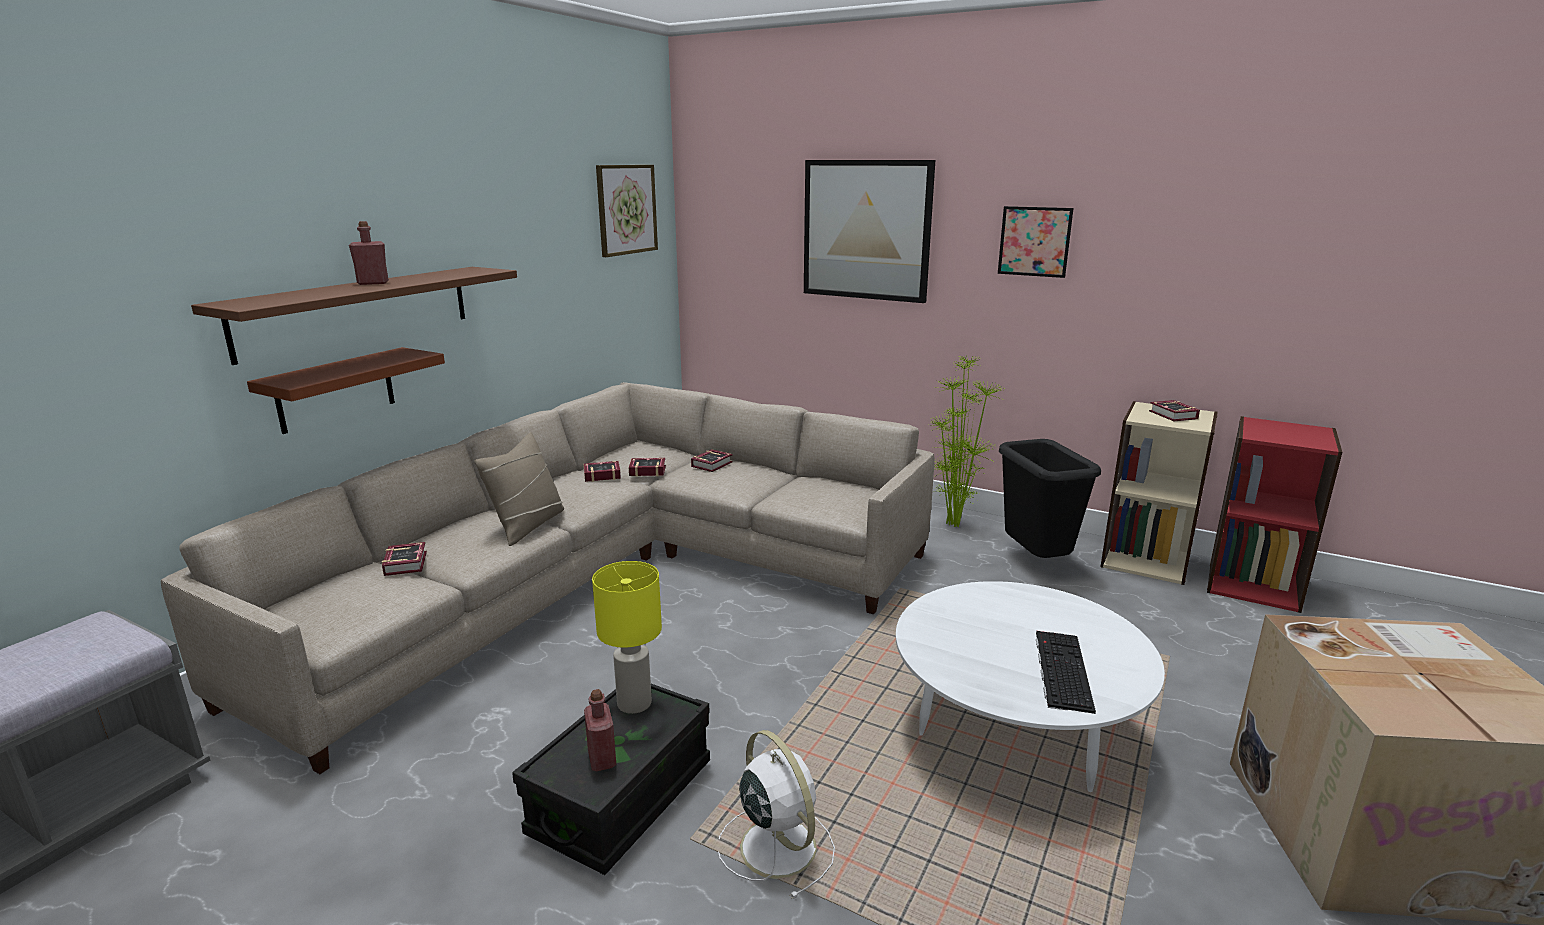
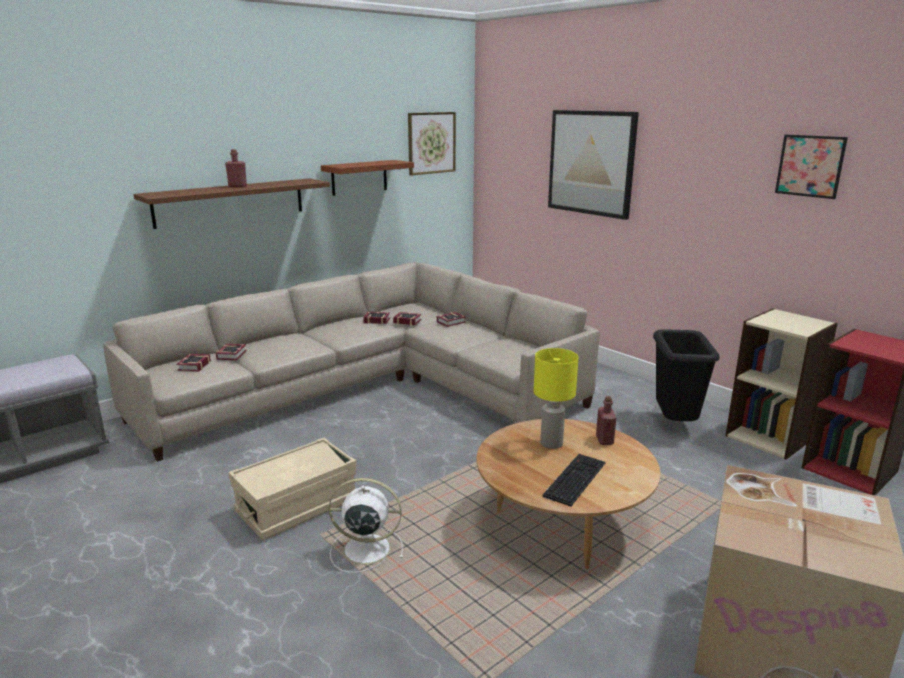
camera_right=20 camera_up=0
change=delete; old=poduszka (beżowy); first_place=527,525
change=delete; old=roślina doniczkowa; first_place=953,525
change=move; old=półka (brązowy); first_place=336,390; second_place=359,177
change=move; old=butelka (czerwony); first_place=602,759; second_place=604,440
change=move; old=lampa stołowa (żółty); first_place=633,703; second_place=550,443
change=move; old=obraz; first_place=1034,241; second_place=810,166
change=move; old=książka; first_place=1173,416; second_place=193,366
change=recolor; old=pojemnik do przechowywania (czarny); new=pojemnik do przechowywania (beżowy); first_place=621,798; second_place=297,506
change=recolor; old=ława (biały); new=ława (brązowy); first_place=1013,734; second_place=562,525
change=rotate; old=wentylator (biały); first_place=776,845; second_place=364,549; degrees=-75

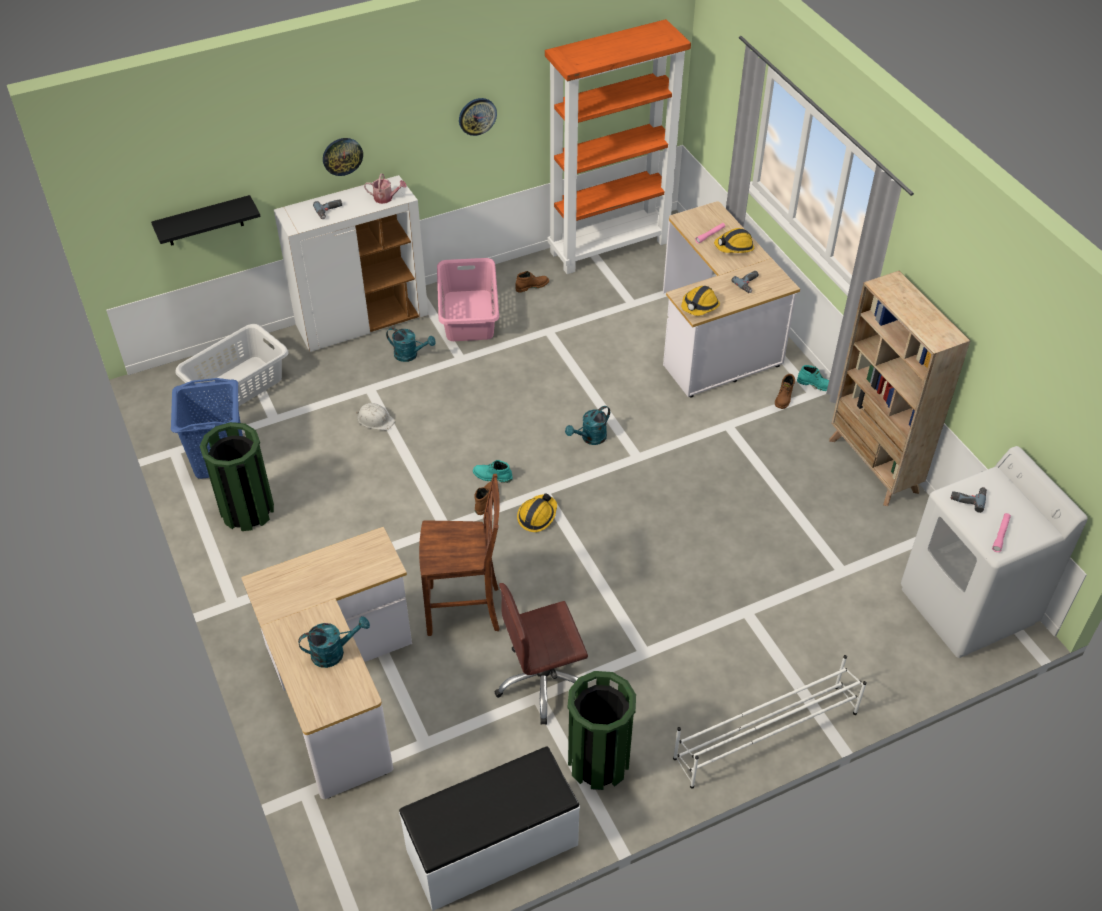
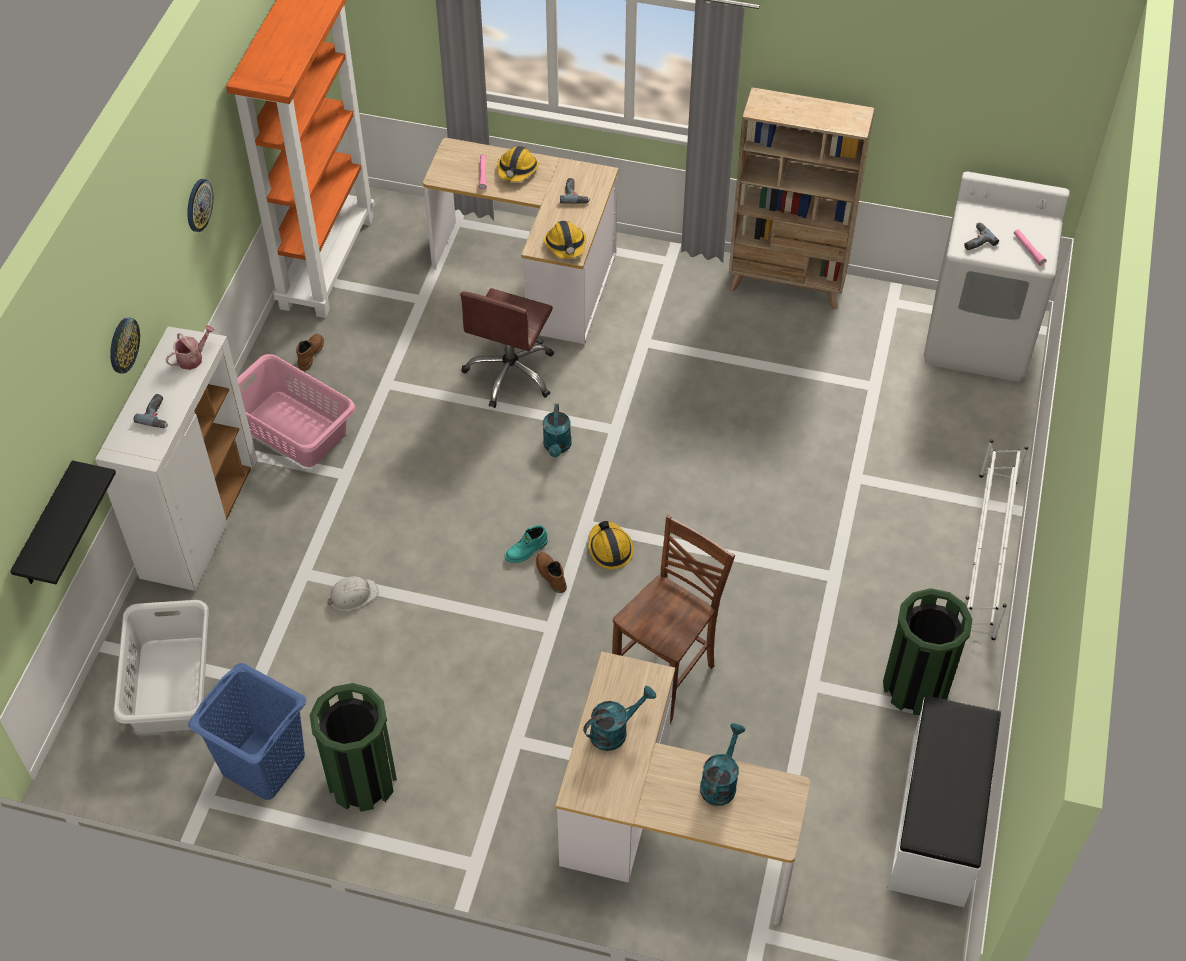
camera_right=-50 camera_up=5
change=delete; old=but z cholewką (brązowy); first_place=784,398
change=delete; old=but z cholewką (turkusowy); first_place=815,384
change=move; old=konewka (turkusowy); first_place=410,355; second_place=615,731
change=move; old=krzesło biurowe (brązowy); first_place=543,682; second_place=511,373

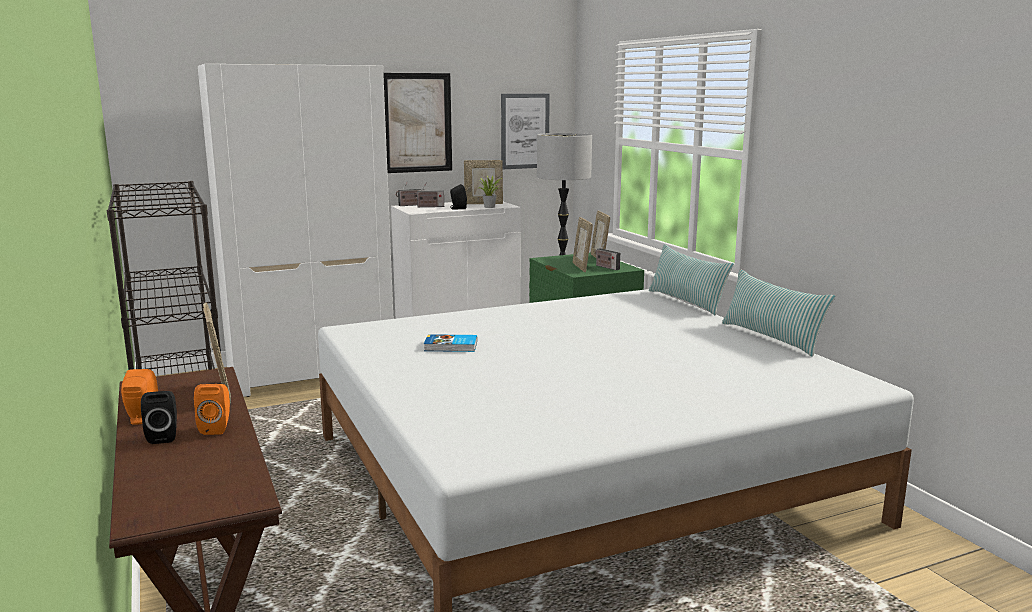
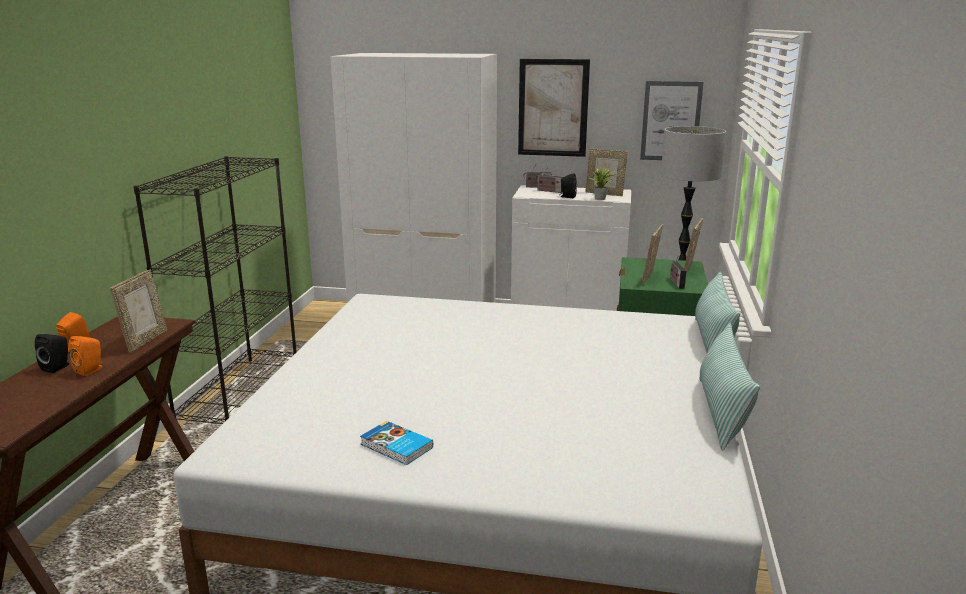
camera_right=35 camera_up=5
change=move; old=książka; first_place=451,346; second_place=396,446

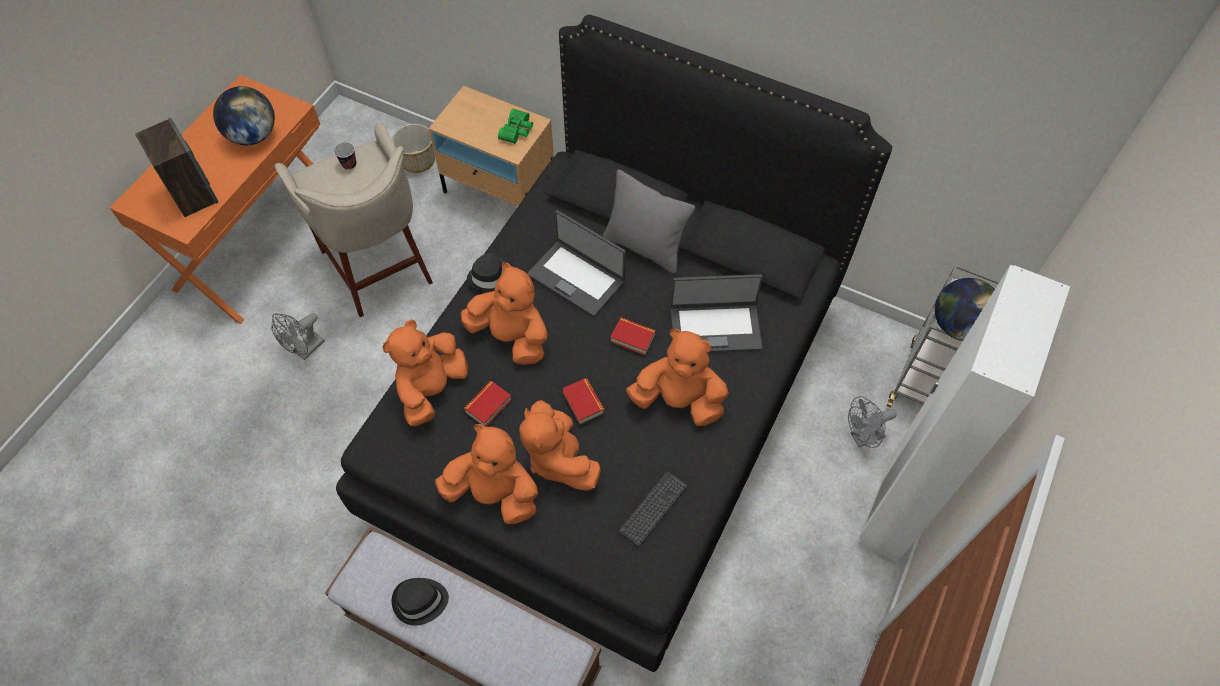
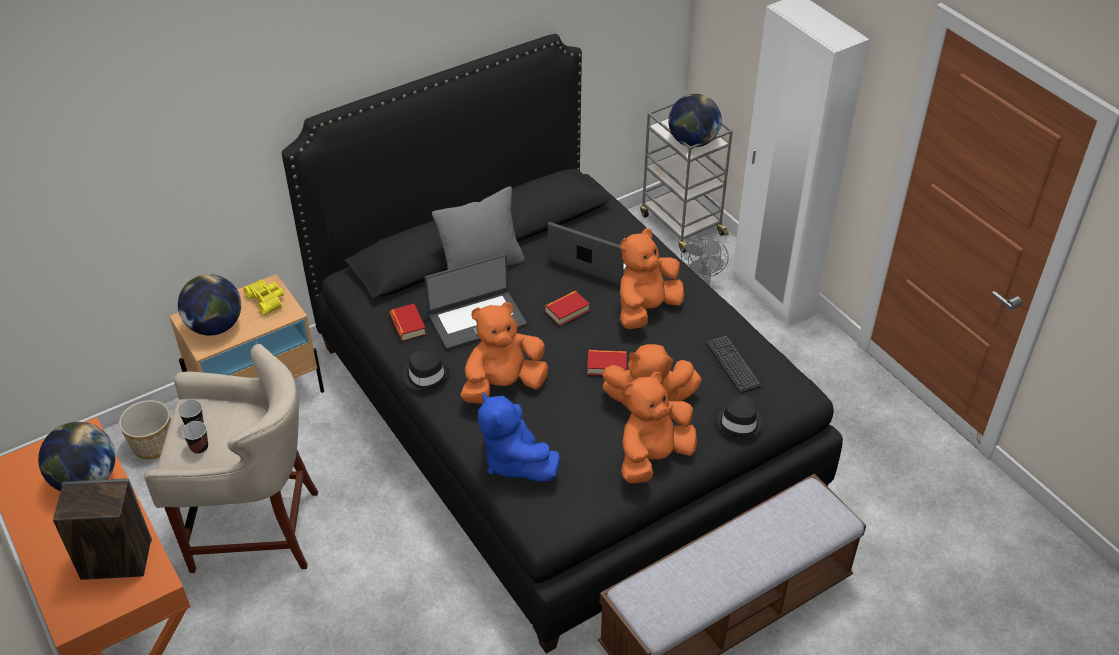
camera_right=-60 camera_up=-15
change=delete; old=wentylator (szary); first_place=306,350
change=insert; new=globus; second_place=215,326
change=insert; new=filiżanka; second_place=199,447
change=move; old=kapelusz (czarny); first_place=420,601; second_place=740,422
change=move; old=książka; first_place=488,406; second_place=408,326
change=recolor; old=pluszak (pomarańczowy); new=pluszak (niebieski); first_place=432,388; second_place=514,461
change=recolor; old=lornetka (zielony); new=lornetka (żółty); first_place=518,131; second_place=267,300
change=rotate; old=laptop; first_place=715,327; second_place=594,260; degrees=-90

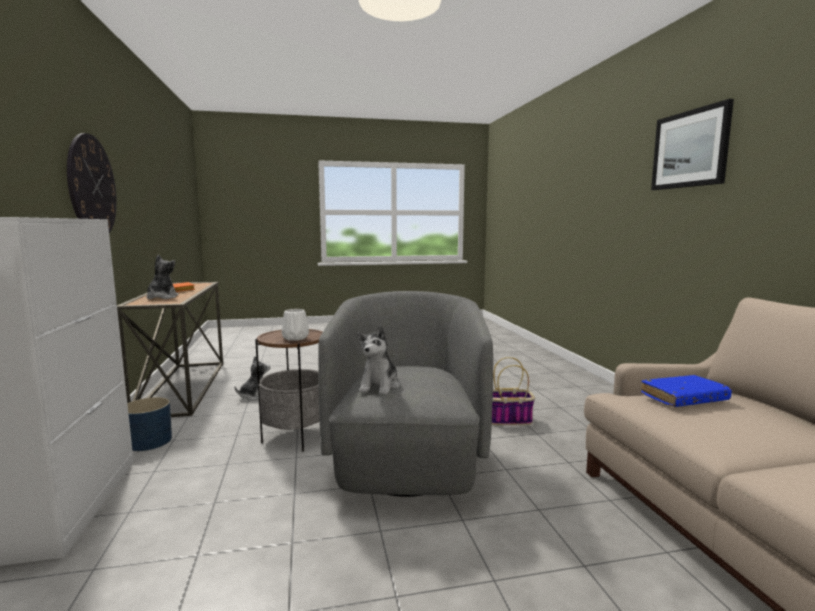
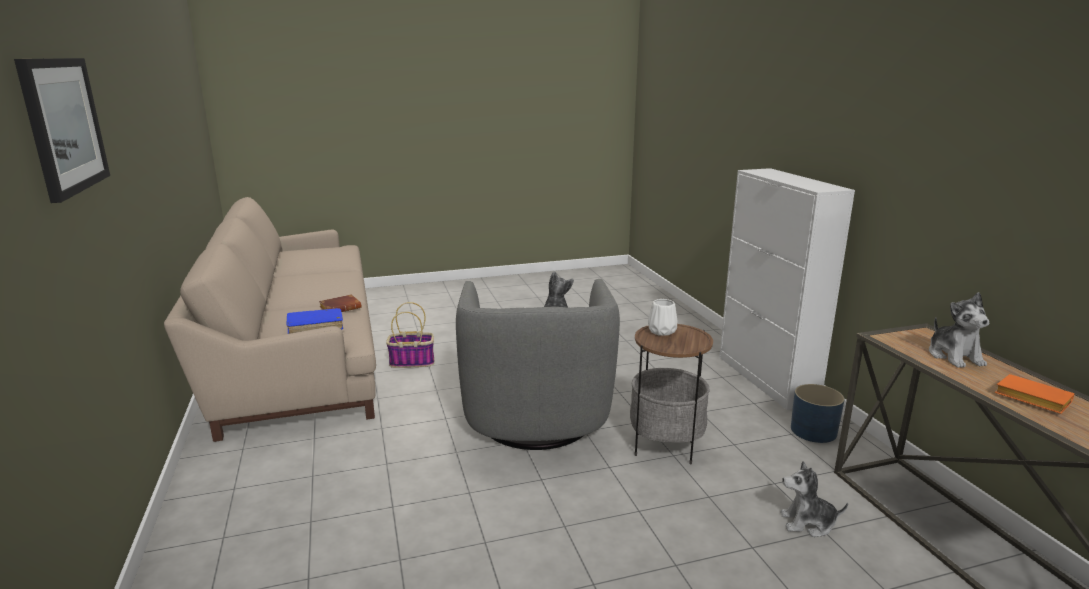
camera_right=175 camera_up=10
change=delete; old=zegar ścienny; first_place=92,187
change=insert; new=książka (brązowy); second_place=341,308
change=move; old=koszyk; first_place=507,420; second_place=413,362
change=rotate; old=pluszak; first_place=254,396; second_place=808,523; degrees=60

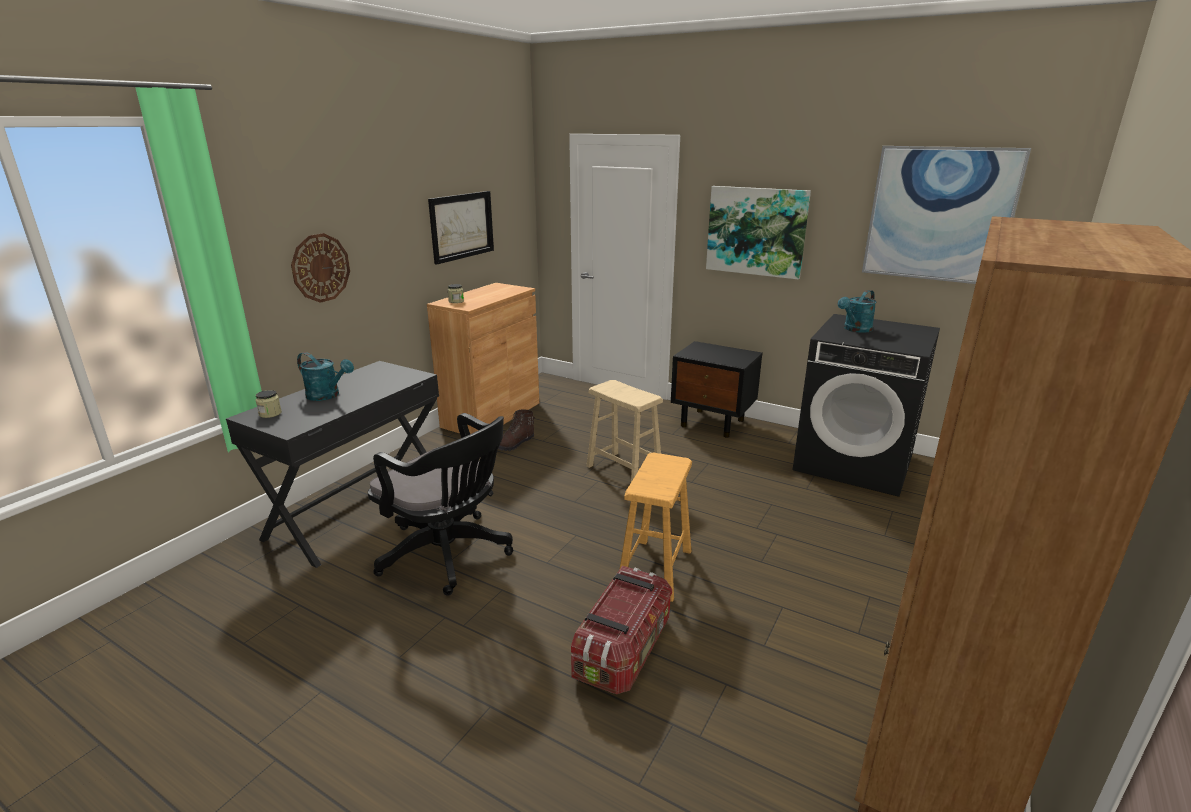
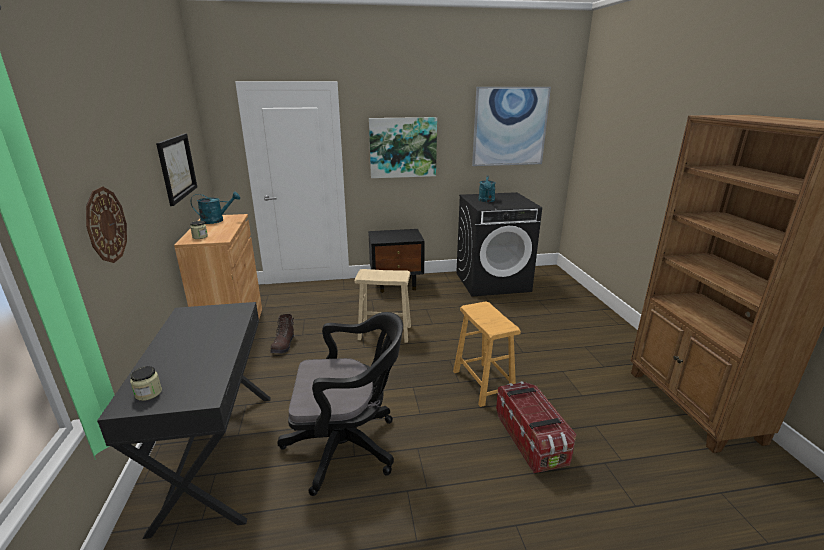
camera_right=-40 camera_up=0
change=move; old=konewka (turkusowy); first_place=327,396; second_place=217,220

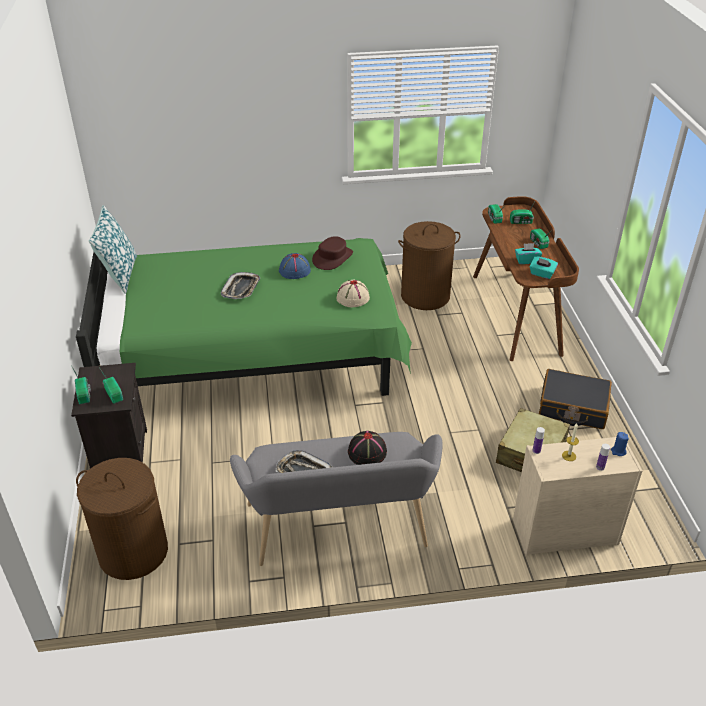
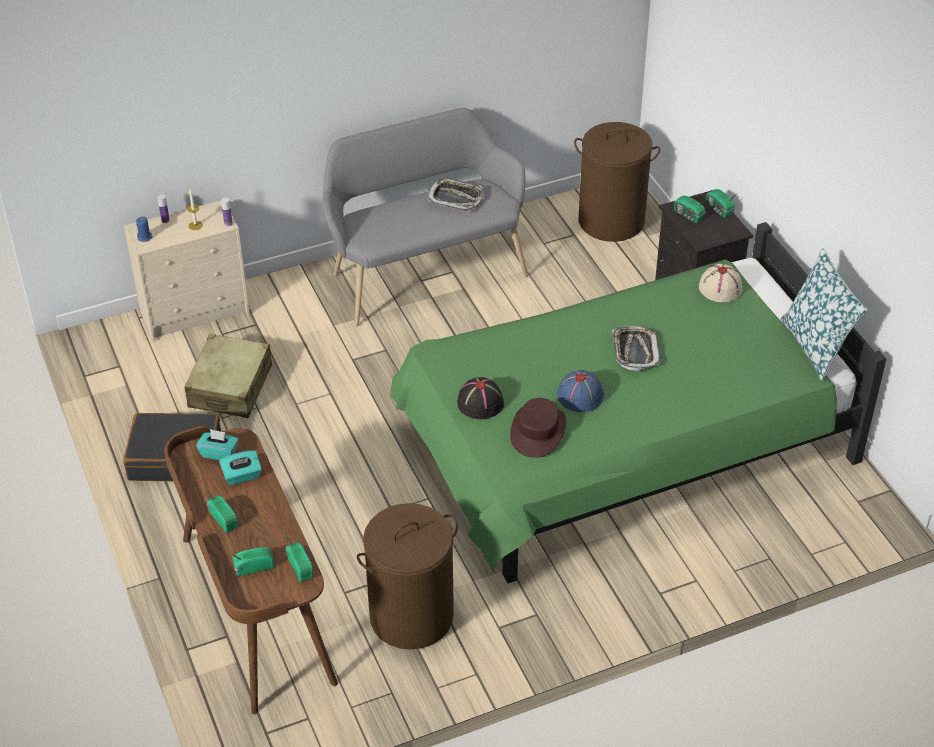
camera_right=165 camera_up=5
change=move; old=kapelusz (beżowy); first_place=352,298; second_place=720,287
change=move; old=kapelusz (czarny); first_place=367,452; second_place=480,402

